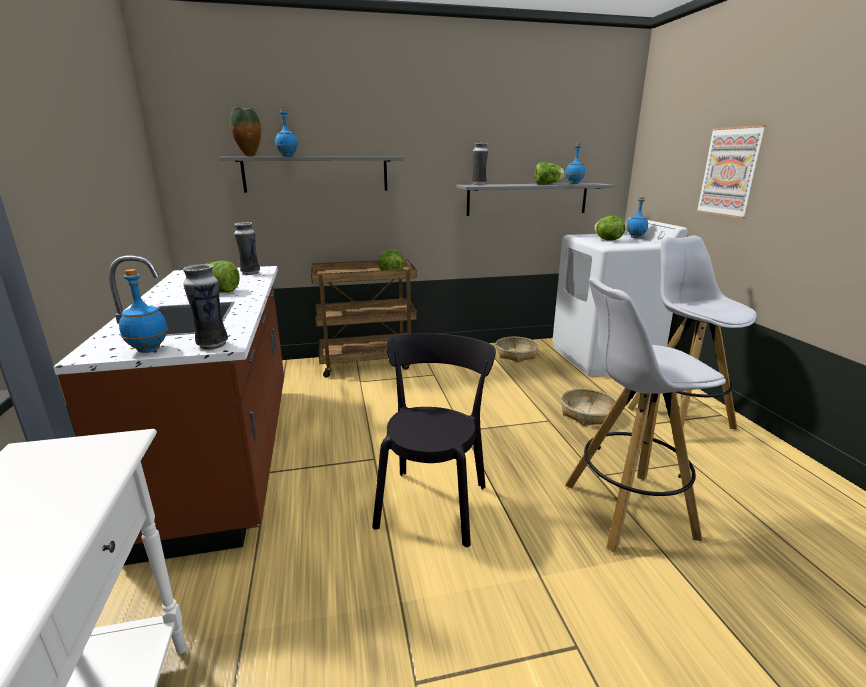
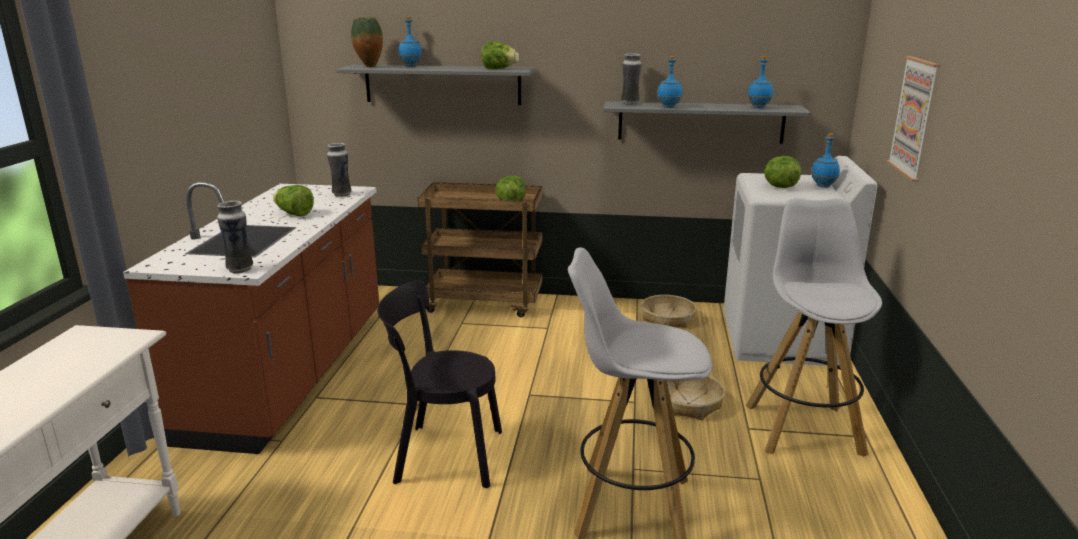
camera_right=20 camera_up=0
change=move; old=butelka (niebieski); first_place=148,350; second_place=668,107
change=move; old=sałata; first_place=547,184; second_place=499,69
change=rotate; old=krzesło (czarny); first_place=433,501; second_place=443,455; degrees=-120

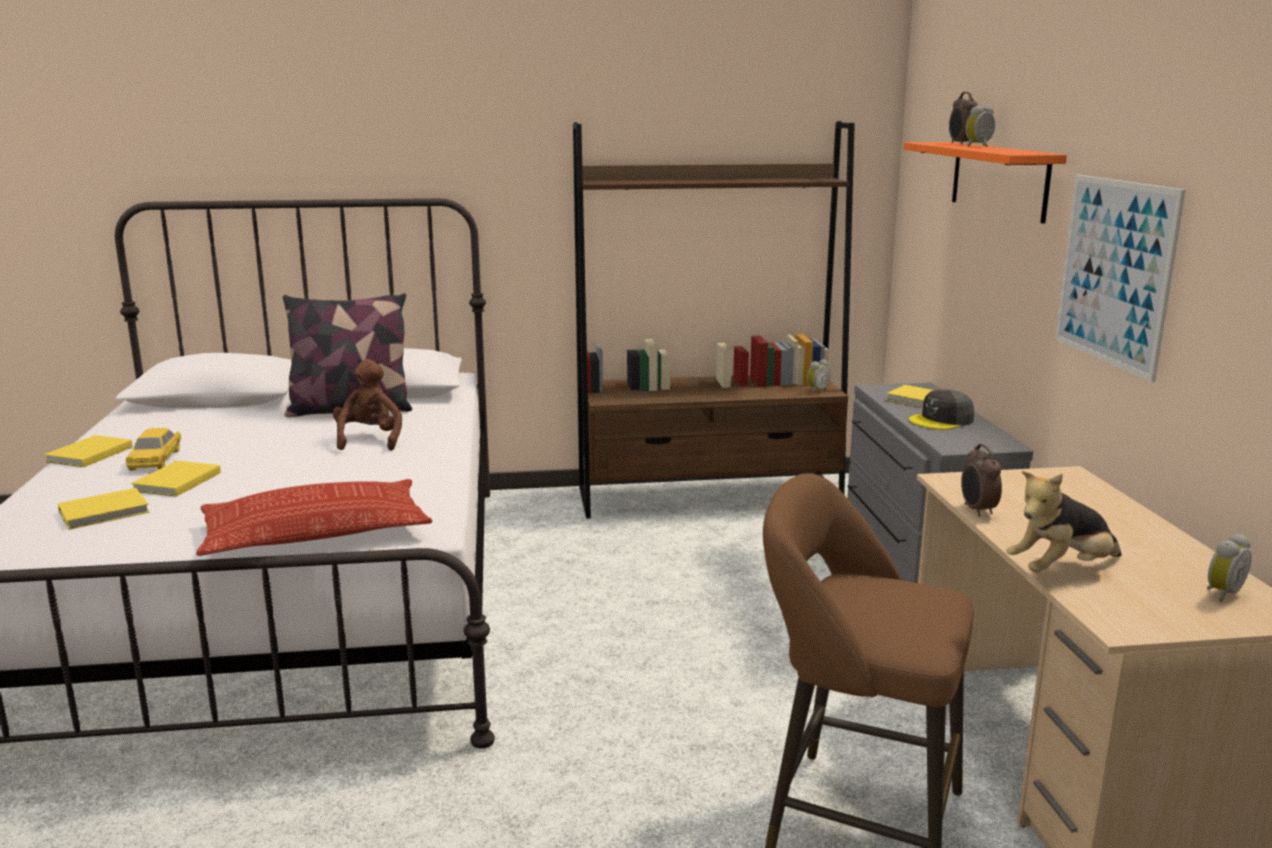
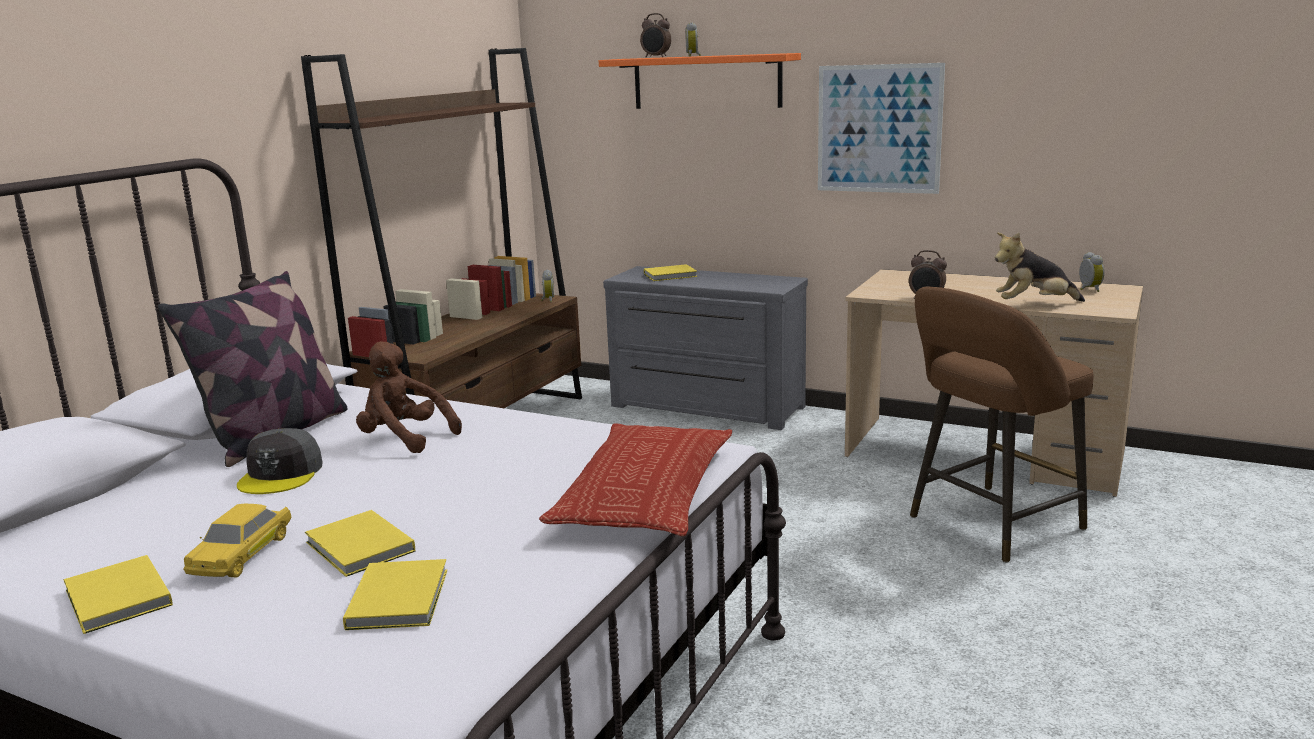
camera_right=-55 camera_up=0
change=move; old=czapka z daszkiem (szary); first_place=942,420; second_place=281,474
change=rotate; old=samochodzik (żółty); first_place=155,460; second_place=242,554; degrees=75
change=rotate; old=pluszak; first_place=1062,570; second_place=1033,304; degrees=75

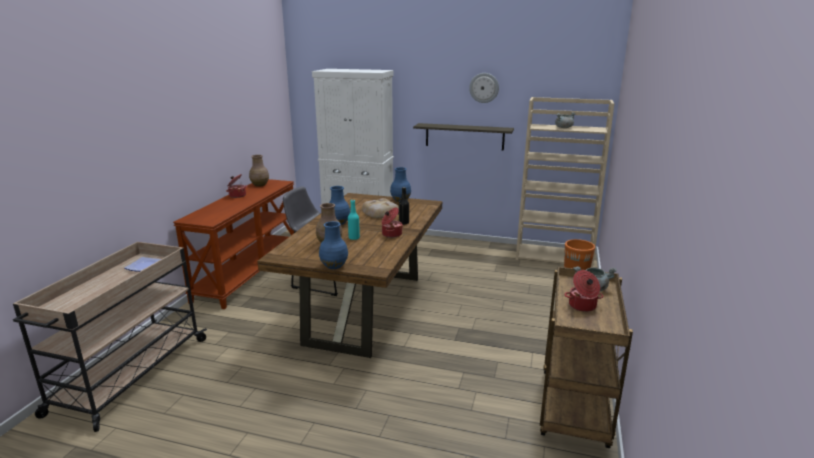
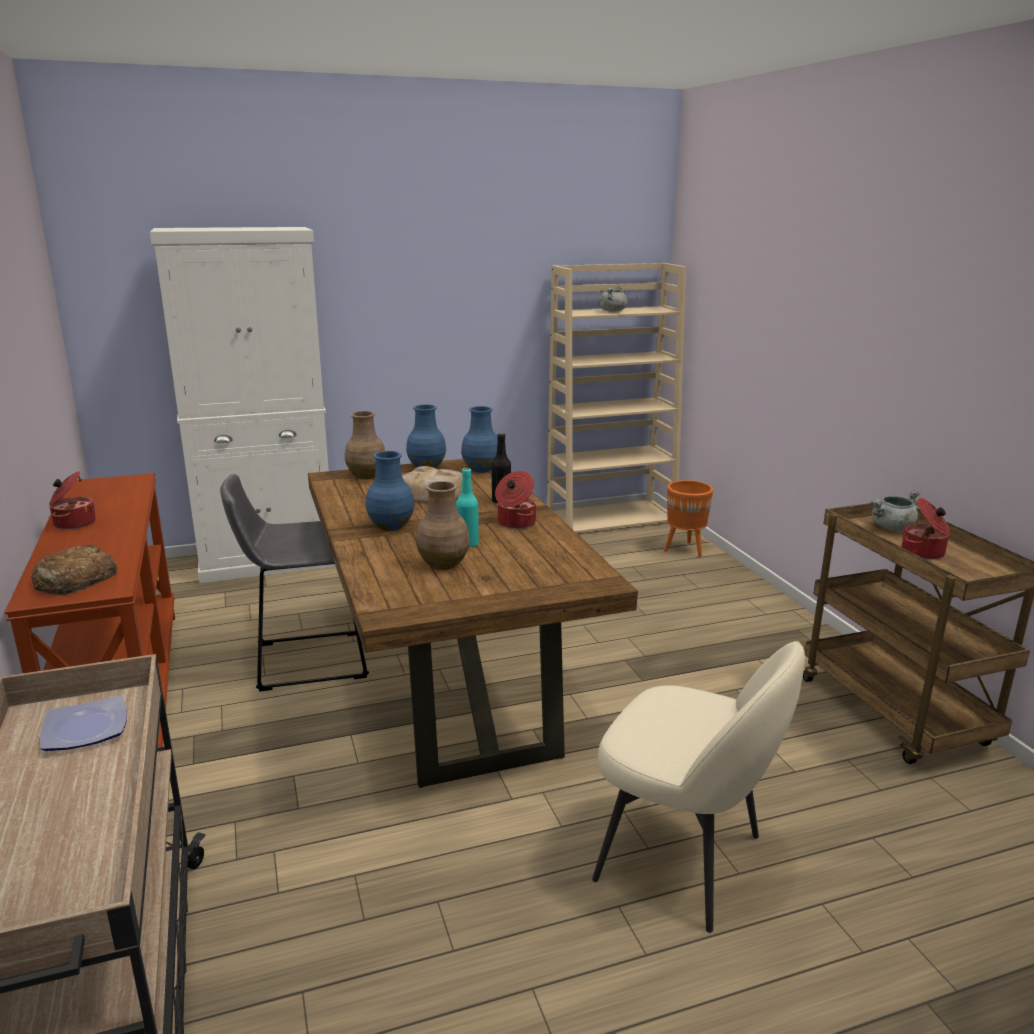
camera_right=-35 camera_up=0
change=delete; old=półka; first_place=464,136
change=delete; old=zegar ścienny; first_place=484,87
change=insert; new=chleb; second_place=74,580
change=insert; new=krzesło (beżowy); second_place=683,859
change=move; old=wazon (brązowy); first_place=260,185; second_place=367,476
change=move; old=wazon (niebieski); first_place=334,266; second_place=482,469

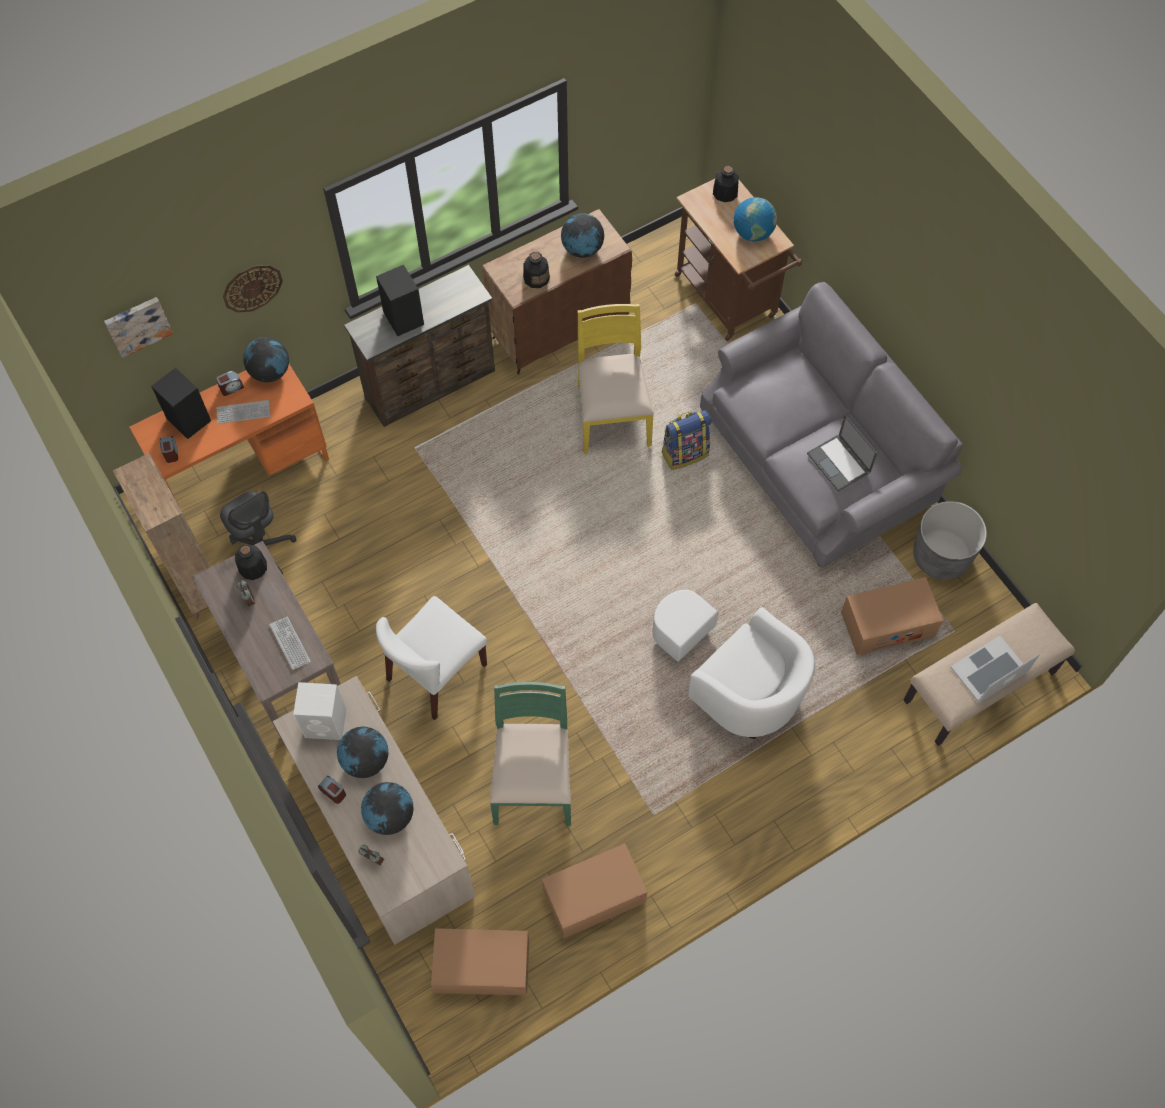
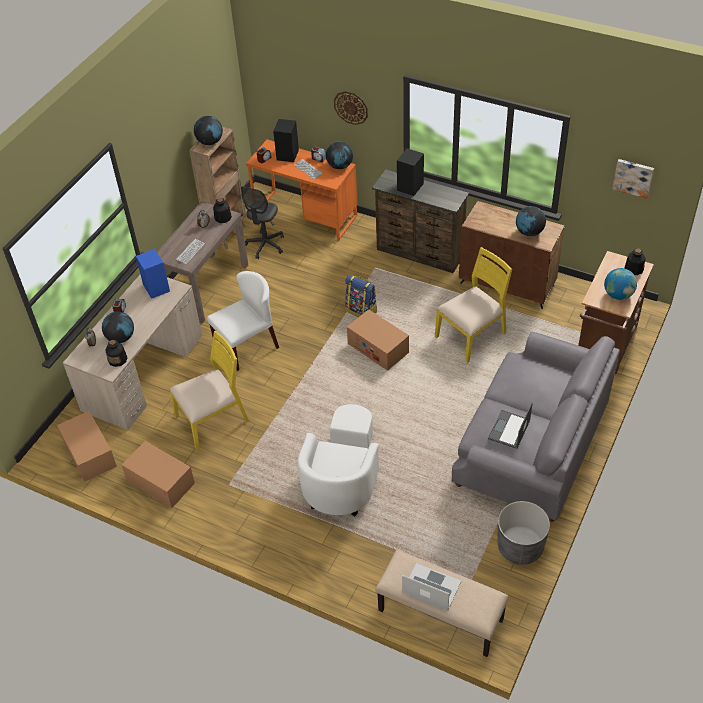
camera_right=60 camera_up=-15
change=move; old=obraz; first_place=137,325; second_place=633,177
change=move; old=globus; first_place=365,760; second_place=210,142
change=move; old=butelka; first_place=536,278; second_place=118,359
change=move; old=plecak; first_place=684,453; second_place=362,310
change=move; old=karton; first_place=887,624; second_place=378,348
change=recolor; old=głośnik (biały); new=głośnik (niebieski); first_place=327,723; second_place=156,288
change=recolor; old=krzesło (zielony); new=krzesło (żółty); first_place=533,779; second_place=213,419
change=rotate; old=krzesło (biały); first_place=436,673; second_place=247,346; degrees=135

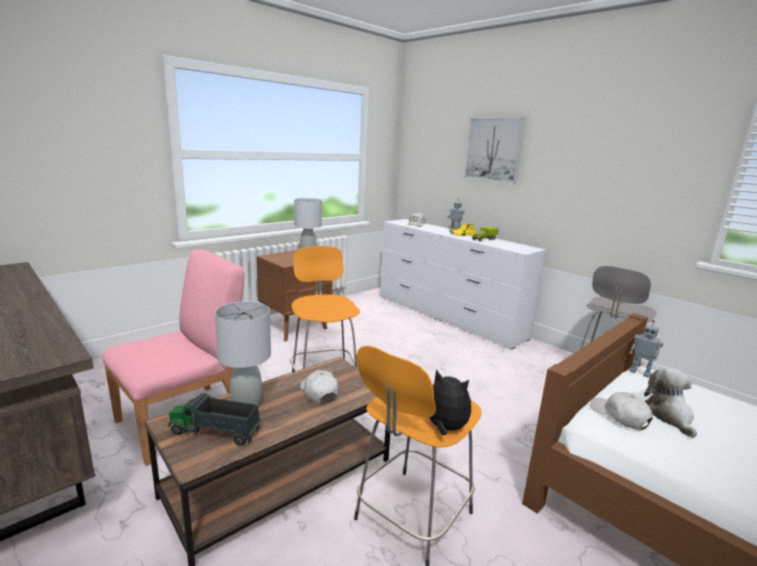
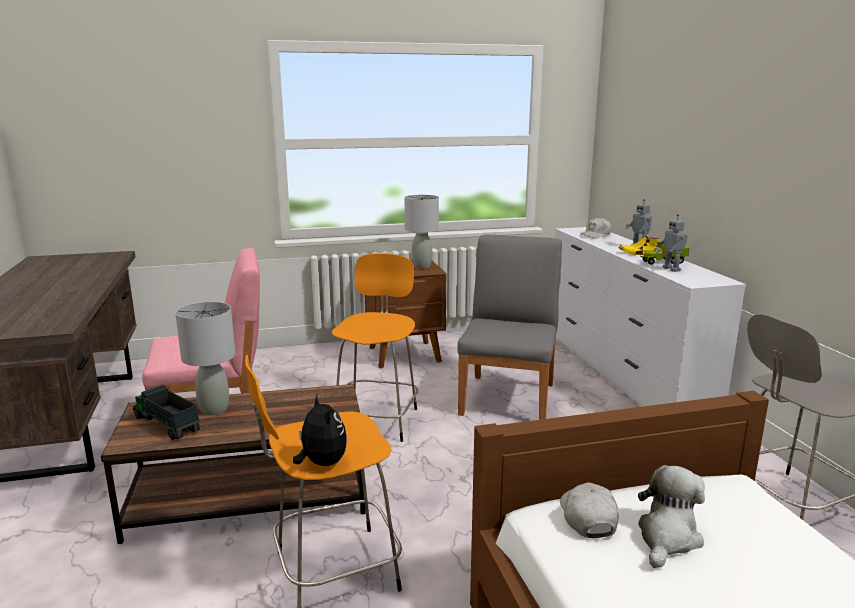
camera_right=30 camera_up=0
change=delete; old=czapka z daszkiem (biały); first_place=319,392
change=delete; old=obraz; first_place=494,149
change=insert; new=krzesło (szary); second_place=508,398
change=move; old=robot zabawkowy; first_place=640,372; second_place=672,269

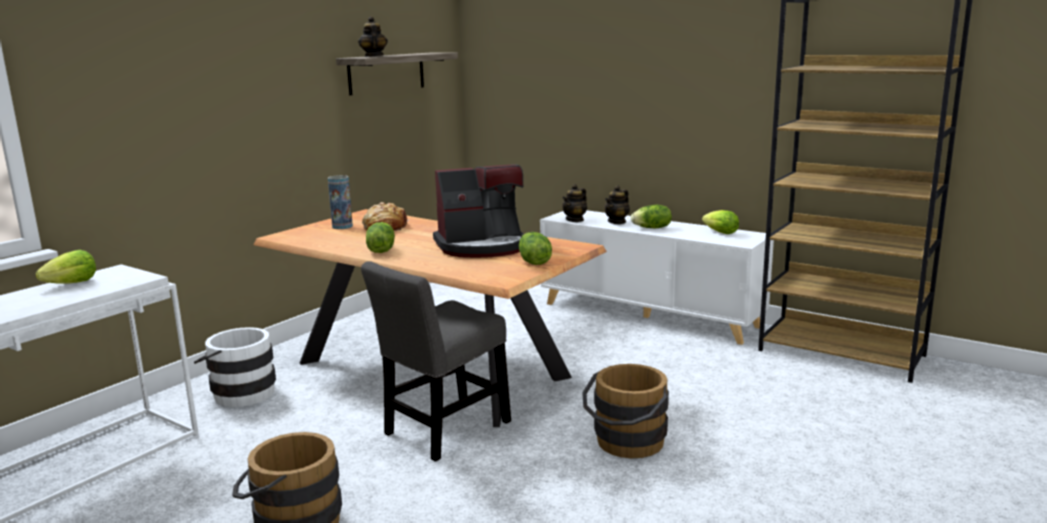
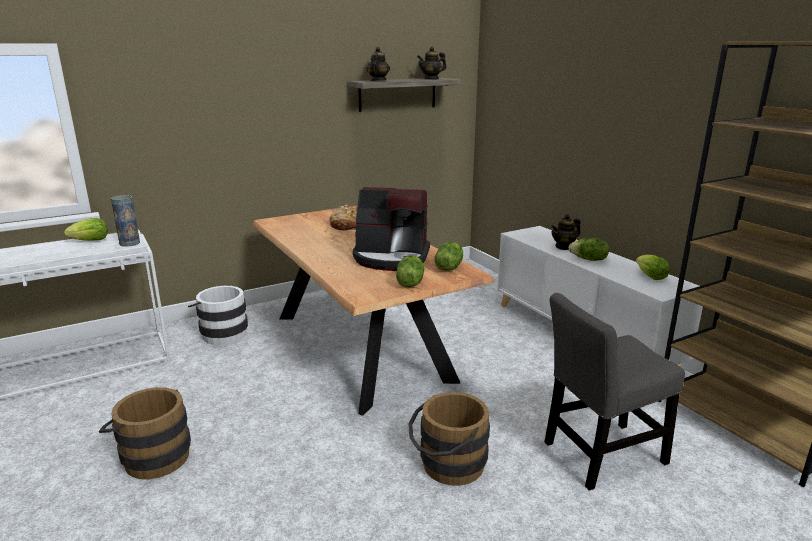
camera_right=25 camera_up=5
change=move; old=wazon; first_place=342,226; second_place=129,243
change=move; old=krzesło (szary); first_place=443,431; second_place=600,455
change=move; old=sałata; first_place=380,250; second_place=448,267
change=move; old=imbryk; first_place=575,220; second_place=431,79

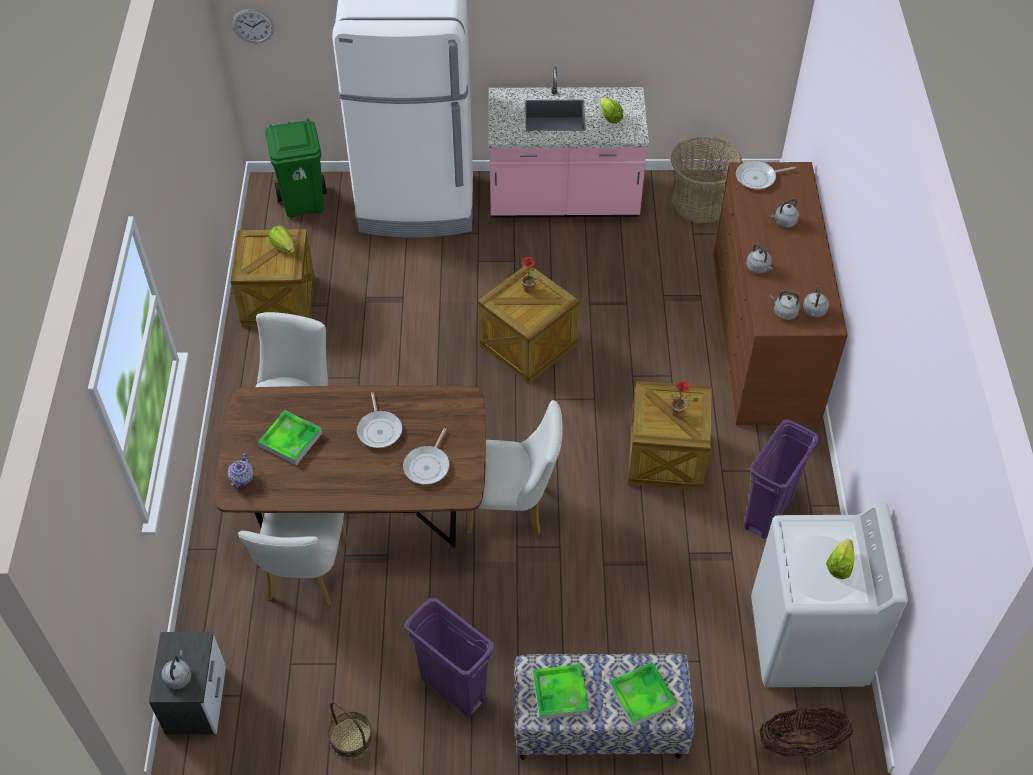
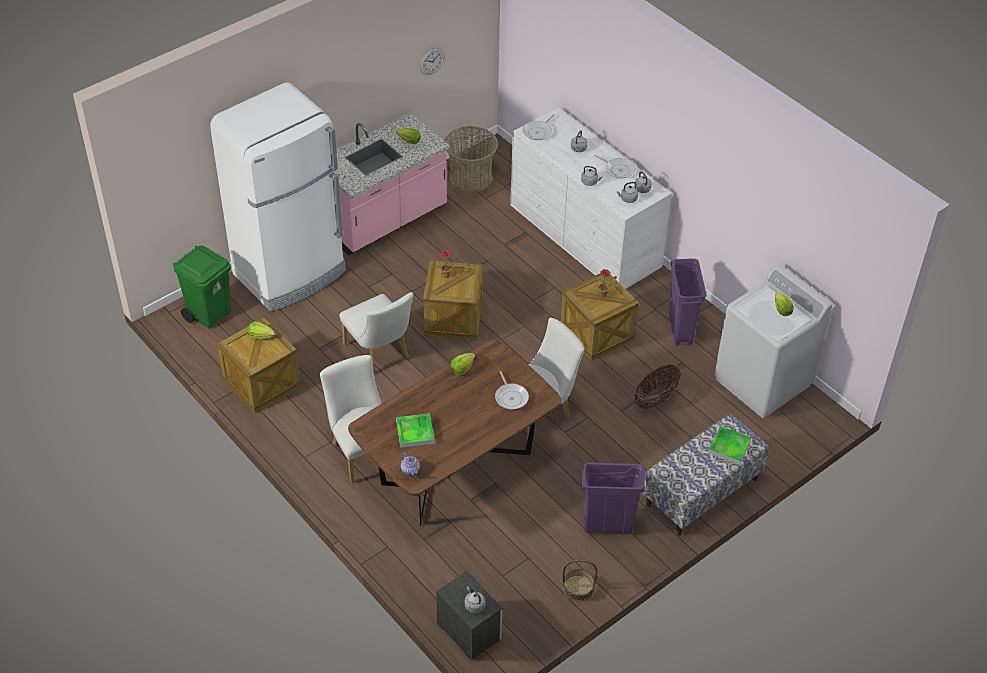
camera_right=-40 camera_up=-5
change=delete; old=taca; first_place=560,693
change=insert; new=sałata; second_place=462,368
change=move; old=zegar ścienny; first_place=253,26; second_place=432,61
change=move; old=krzesło (biały); first_place=304,576; second_place=379,354
change=move; old=patelnia; first_place=379,429; second_place=618,169
change=move; old=koszyk; first_place=800,743; second_place=655,399
change=recolor; old=komoda (brązowy); new=komoda (biały); first_place=764,336; second_place=584,235

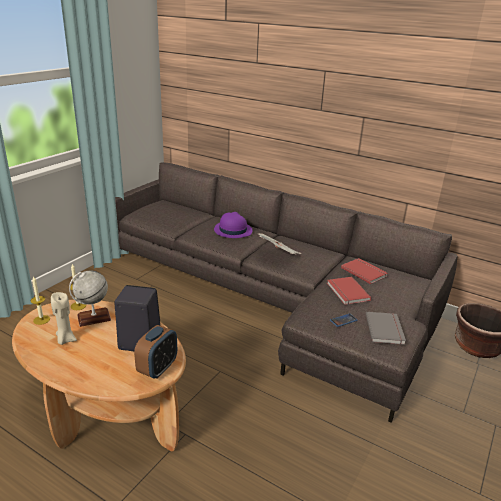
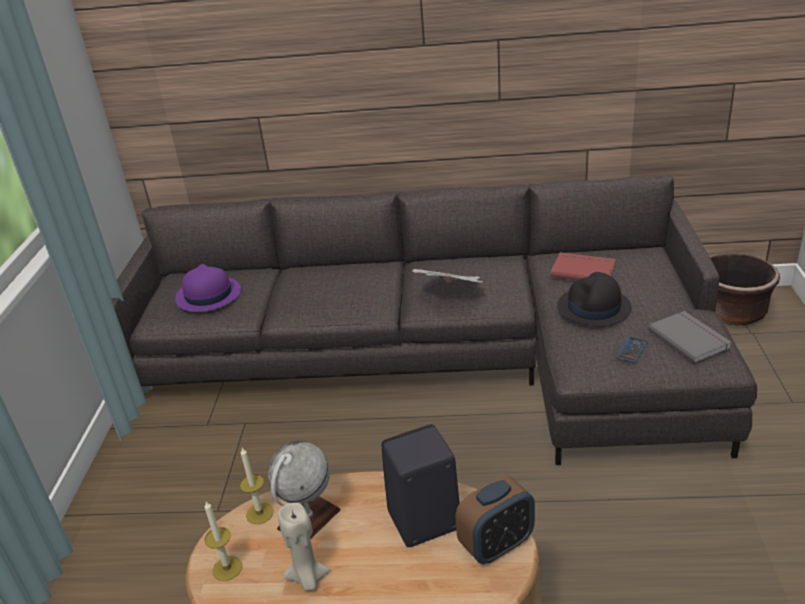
camera_right=-25 camera_up=5
change=move; old=kapelusz (fioletowy); first_place=232,230; second_place=208,295
change=replace; old=książka (czerwony); new=kapelusz (czarny); first_place=346,292; second_place=594,308
change=rotate; old=budzik; first_place=158,368; second_place=496,545; degrees=60

